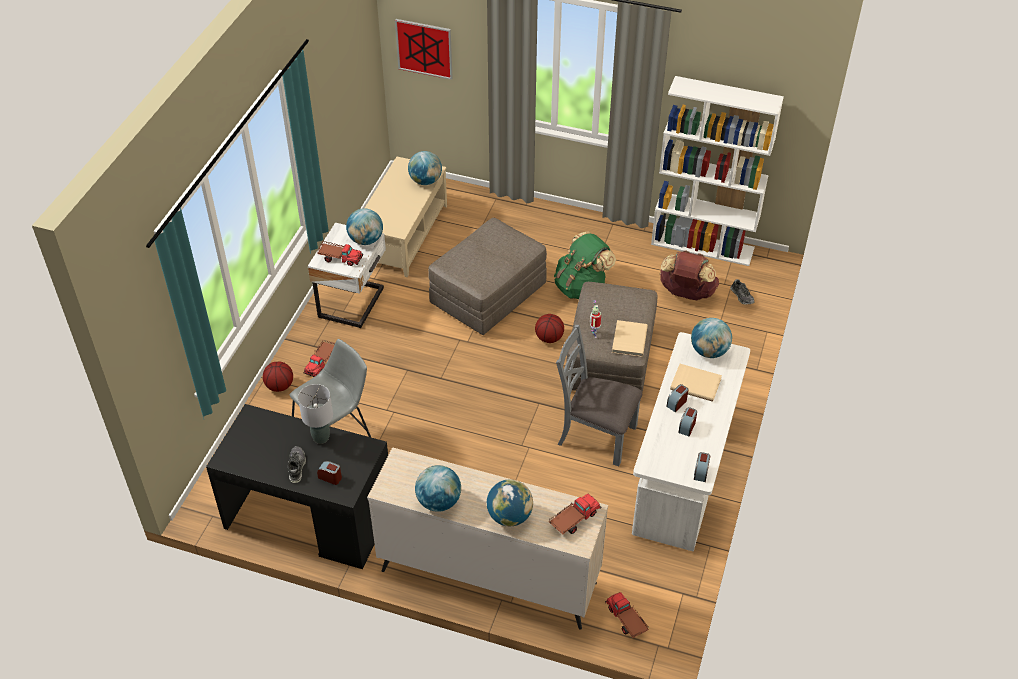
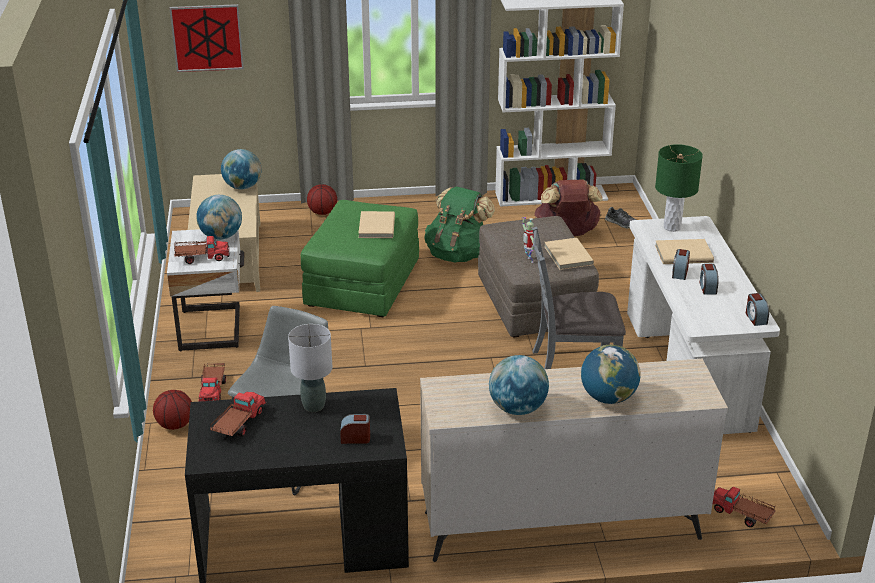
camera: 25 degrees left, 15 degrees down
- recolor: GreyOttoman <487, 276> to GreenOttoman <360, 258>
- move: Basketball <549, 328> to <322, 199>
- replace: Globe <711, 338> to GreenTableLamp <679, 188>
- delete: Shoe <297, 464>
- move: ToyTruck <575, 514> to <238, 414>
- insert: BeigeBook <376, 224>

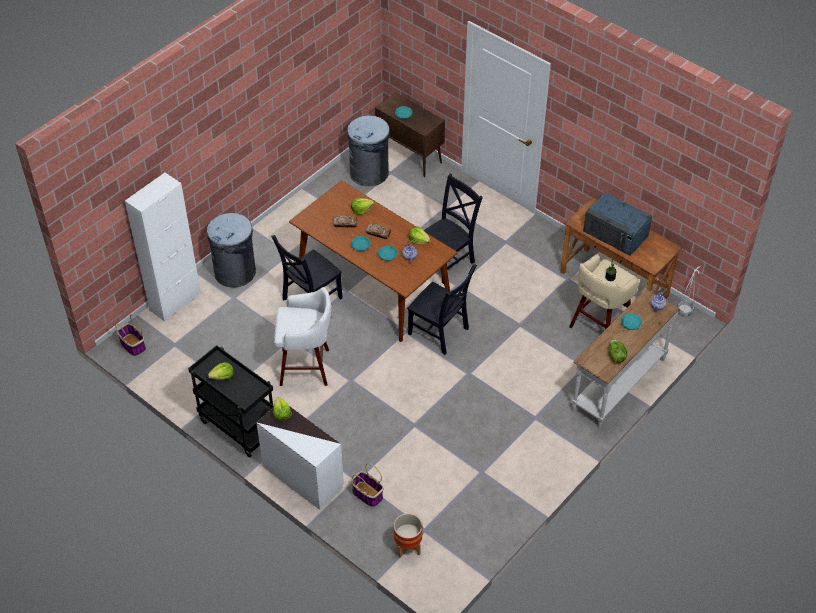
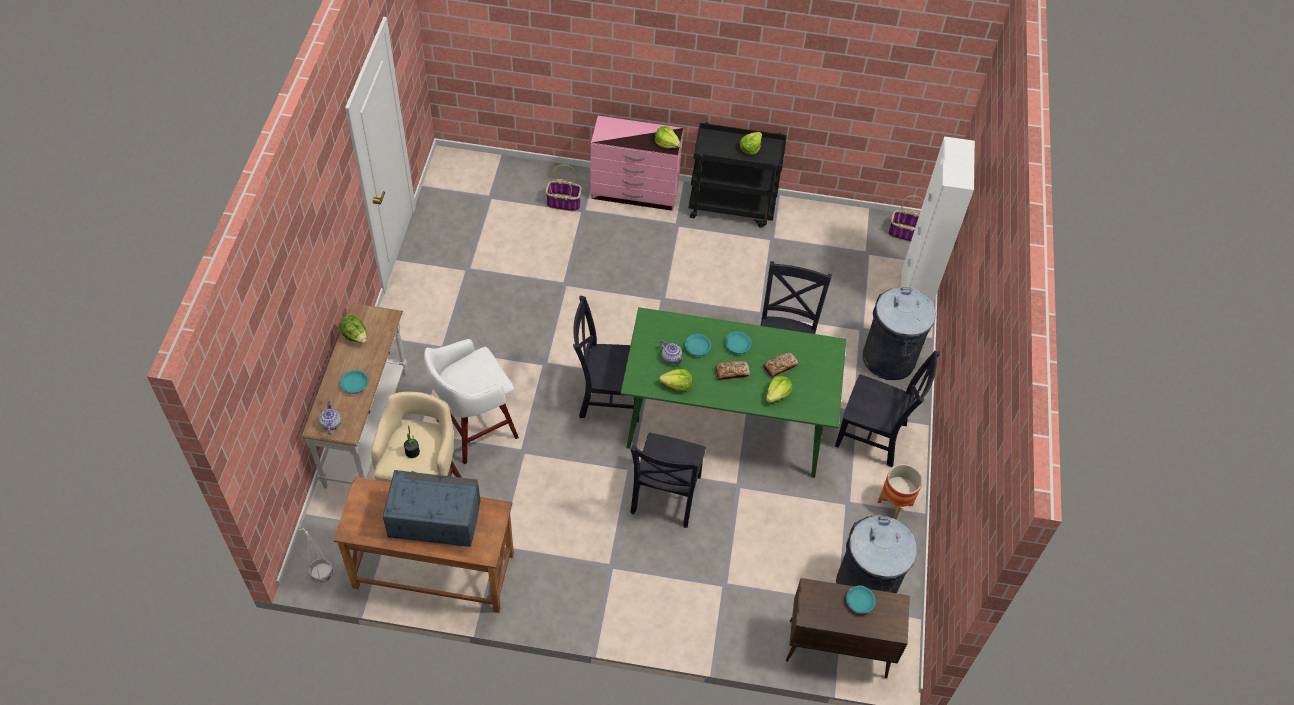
camera: 145 degrees right, 5 degrees up
- recolor: BrownDiningTable <373, 261> to GreenDiningTable <733, 392>
- move: WhiteStool <302, 336> to <471, 402>
- recolor: WhiteDresser <300, 458> to PinkDresser <637, 163>
- move: Planter <408, 535> to <900, 491>
- insert: BlackChair <887, 409>

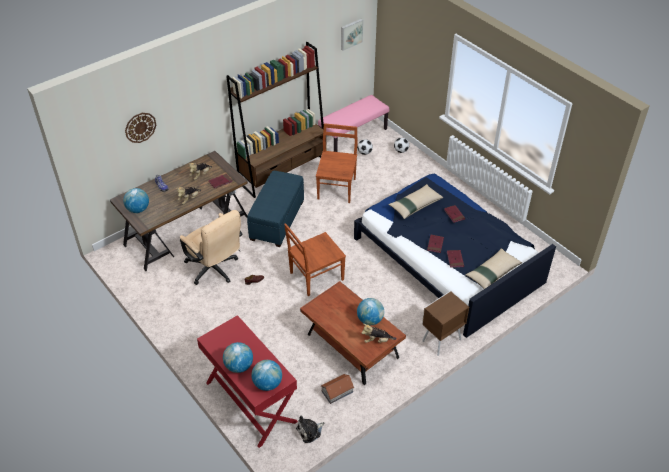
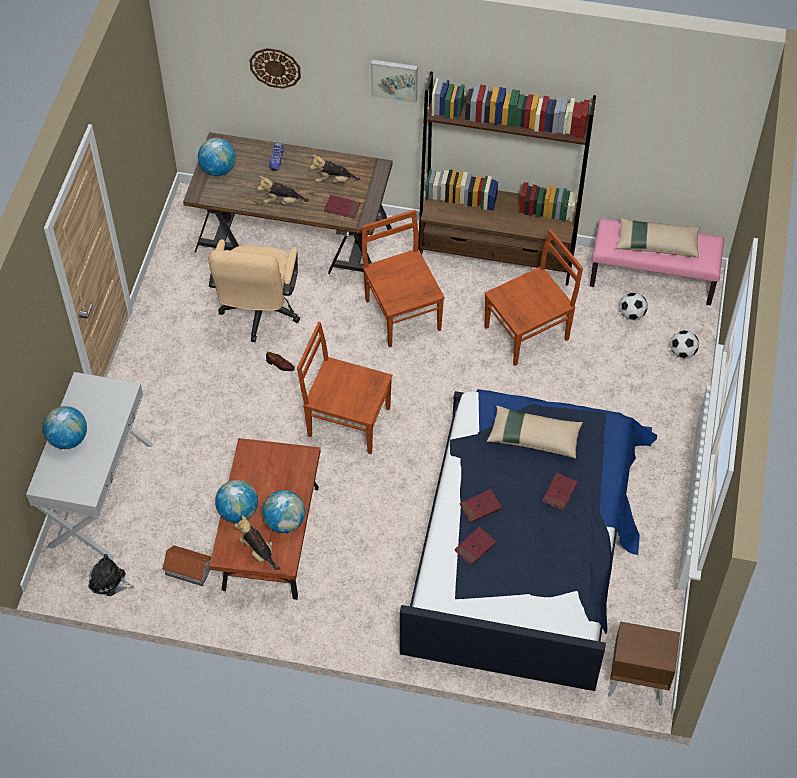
camera: 50 degrees right, 10 degrees up
- move: Picture <352, 35> to <394, 81>
- replace: BlueOttoman <275, 209> to BrownChair <403, 278>
- move: BeigePillow <493, 268> to <658, 238>
- move: BrownNightstand <445, 323> to <644, 663>
- recolor: RedConsoleTable <247, 381> to WhiteConsoleTable <89, 466>
- move: Globe <266, 375> to <236, 501>

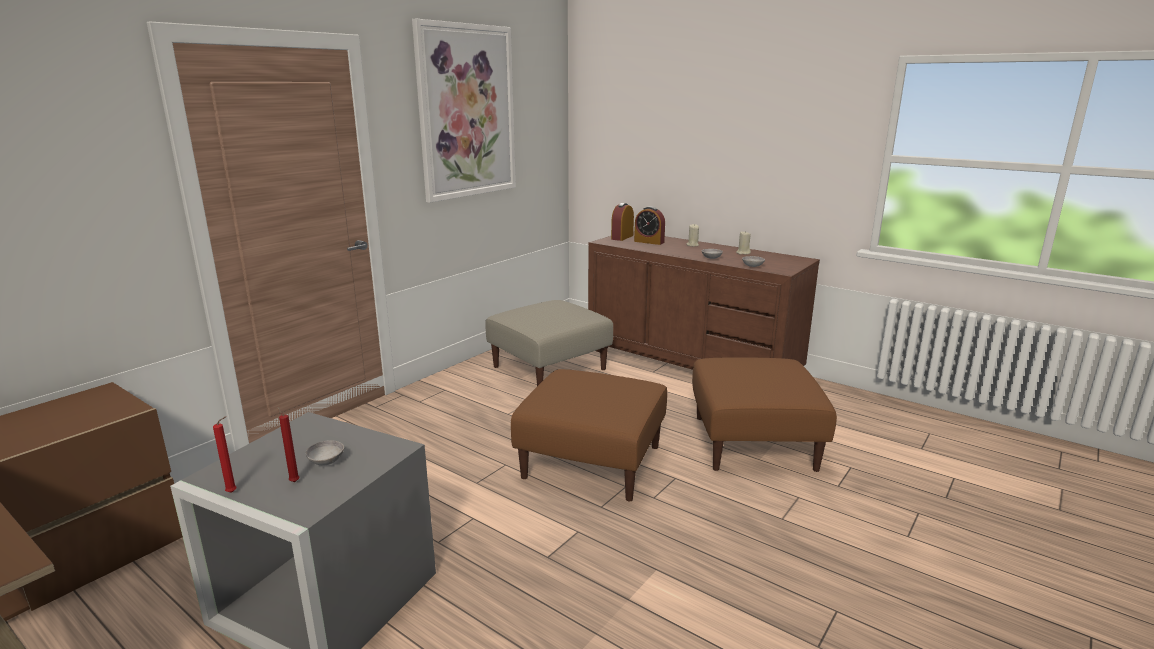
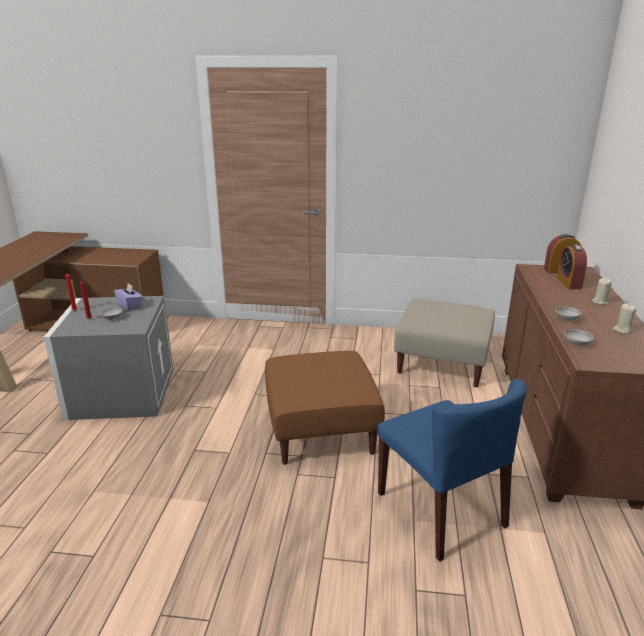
camera: 60 degrees right, 5 degrees up
- delete: Picture <464, 111>
- replace: BrownOttoman <764, 414> to BlueChair <452, 470>
- insert: PurpleTissueBox <128, 296>

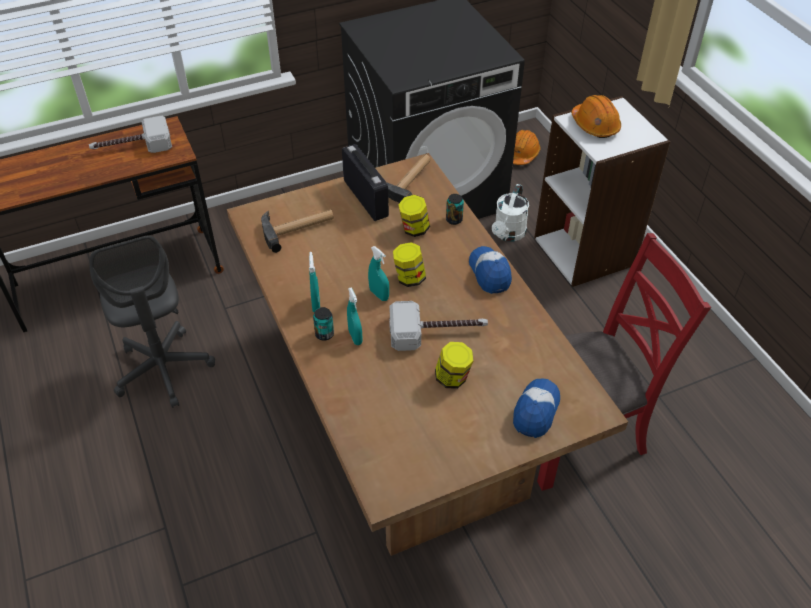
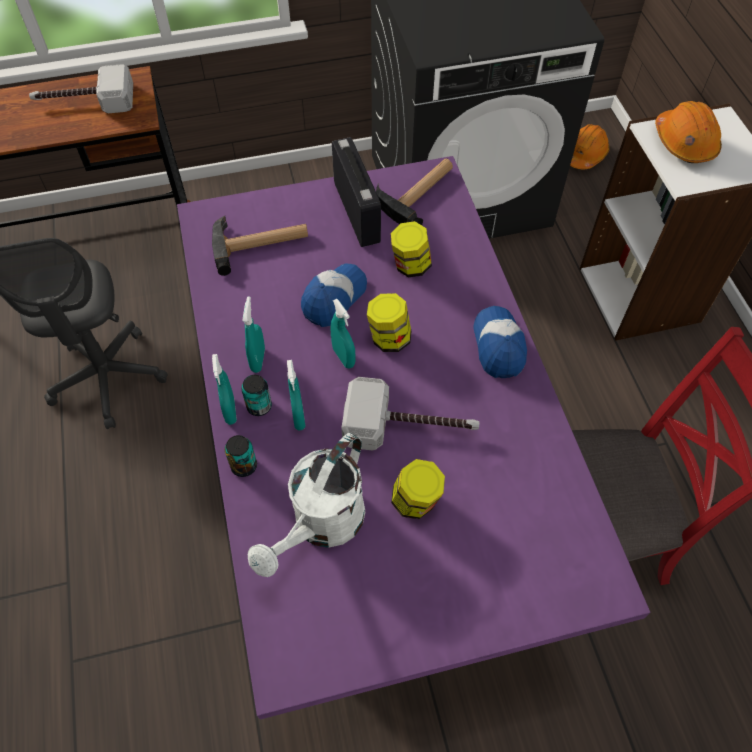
camera: 10 degrees right, 10 degrees up
- recolor: BrownDiningTable <427, 354> to PurpleDiningTable <413, 438>
- move: WhiteWateringCan <510, 212> to <306, 505>
- move: Can <455, 209> to <241, 456>
- move: Cap <536, 408> to <334, 295>
- insert: TurquoiseSprayBottle <224, 389>

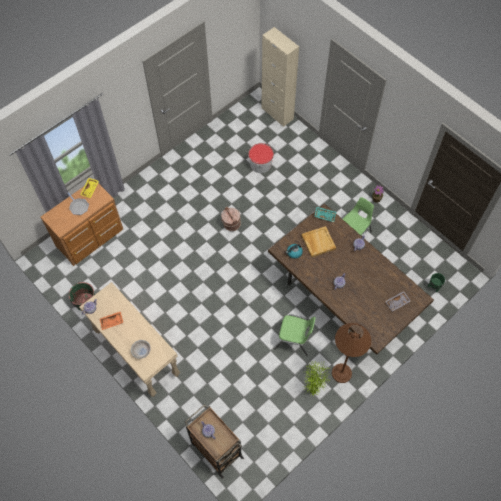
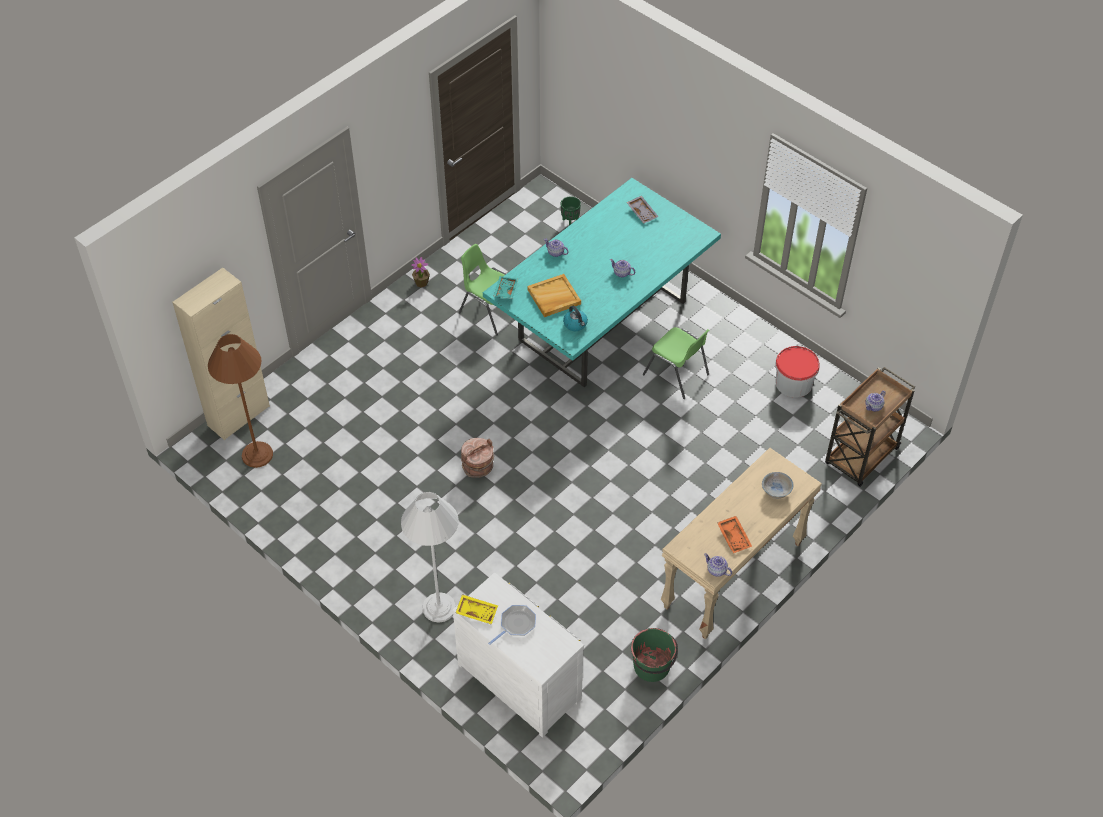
camera: 95 degrees left, 10 degrees down
- move: Bucket <261, 158> to <797, 372>
- recolor: BrownDresser <81, 222> to WhiteDresser <518, 655>
- recolor: BrownDiningTable <351, 279> to TurquoiseDiningTable <602, 282>
- rotate: GreenChair <295, 335> = <676, 363> 120 degrees clockwise
- move: BrownFloorLamp <351, 353> to <240, 401>
- delete: PottedPlant <317, 378>
- insert: WhiteFloorLamp <430, 557>

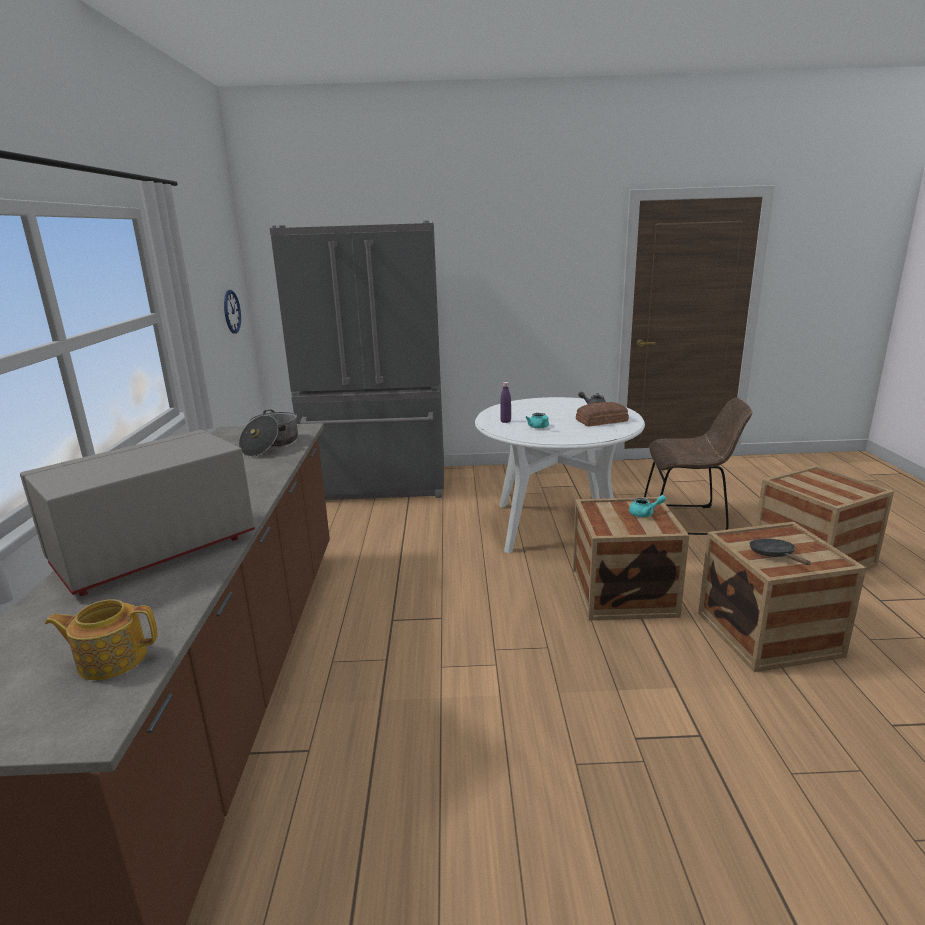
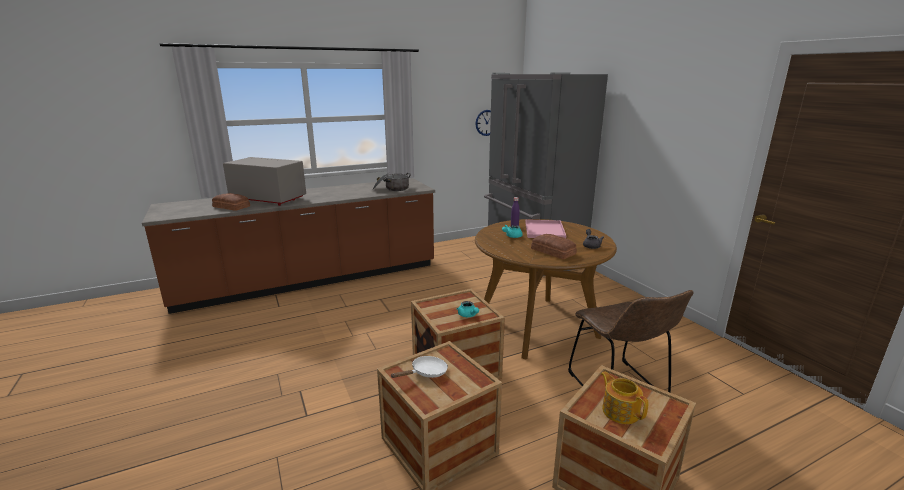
camera: 65 degrees right, 0 degrees up
- recolor: WhiteDiningTable <560, 475> to BrownDiningTable <546, 289>
- recolor: BlackFryingPan <780, 552> to WhiteFryingPan <419, 367>
- move: Teapot <101, 639> to <625, 398>
- insert: Bread <231, 202>
- insert: PinkTray <545, 228>

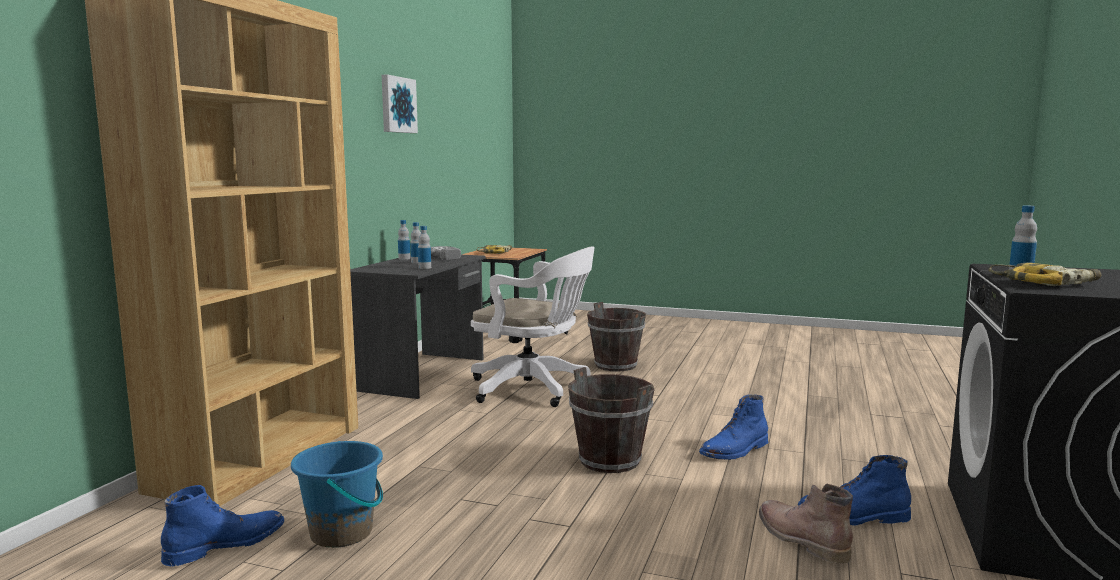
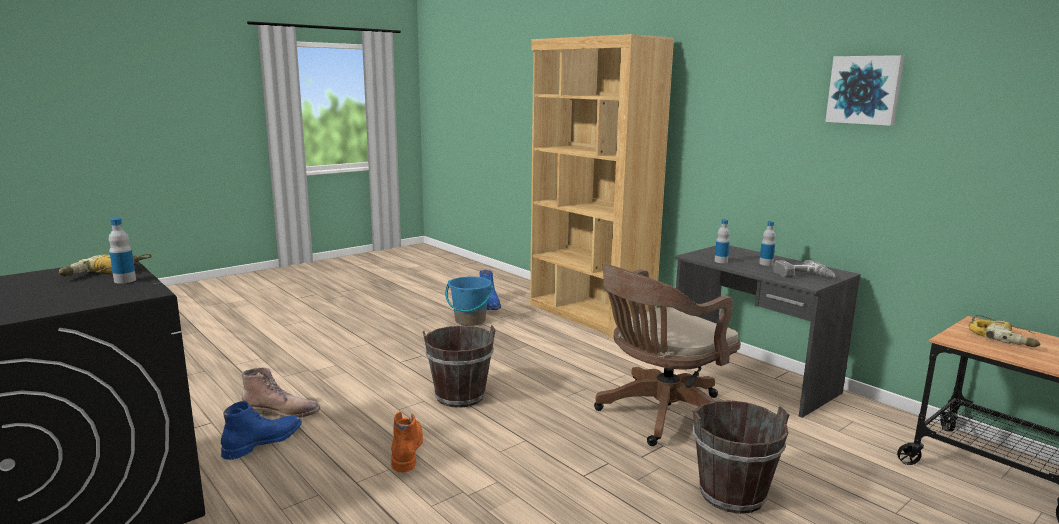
camera: 120 degrees right, 5 degrees up
- delete: Bottle <404, 240>
- recolor: WhiteOfficeChair <533, 327> to BrownOfficeChair <667, 355>
- recolor: BlueBoot <733, 427> to OrangeBoot <407, 441>

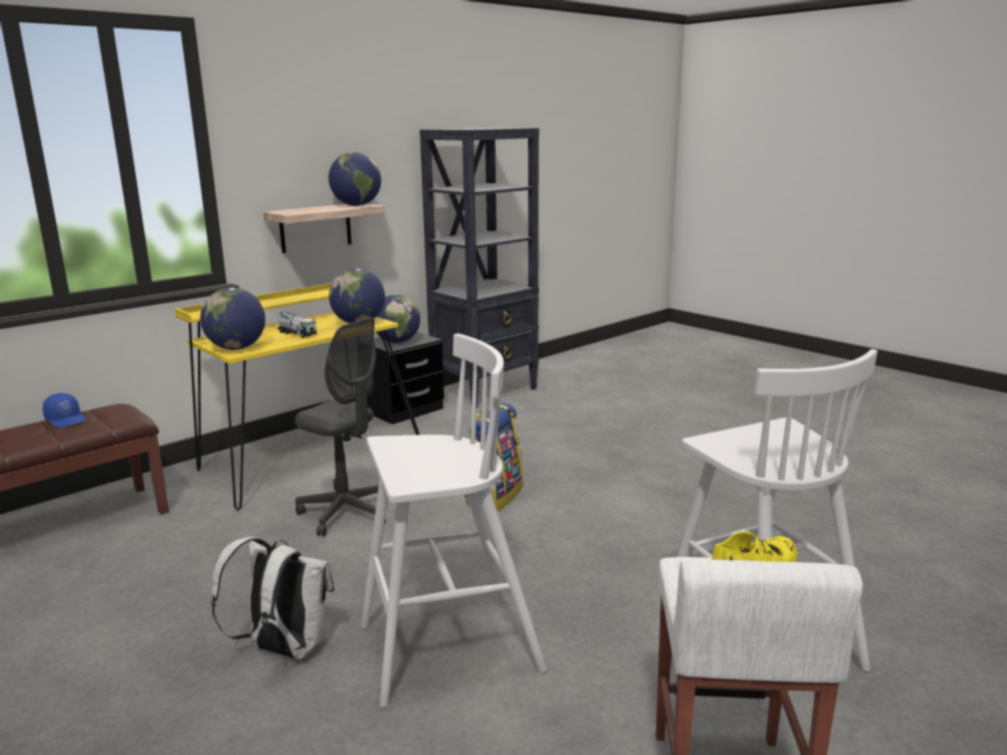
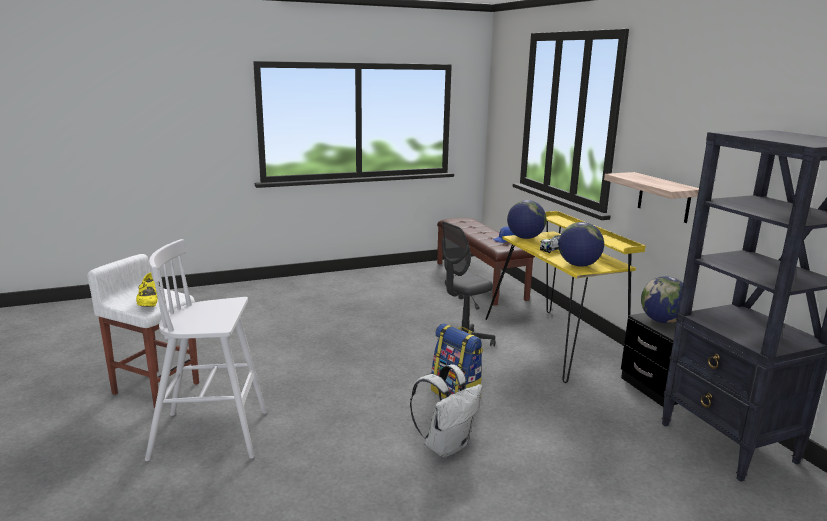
camera: 110 degrees right, 0 degrees up
- delete: Globe <355, 179>
- delete: WhiteStool <454, 520>
- move: WhiteBackpack <272, 598> to <446, 411>

